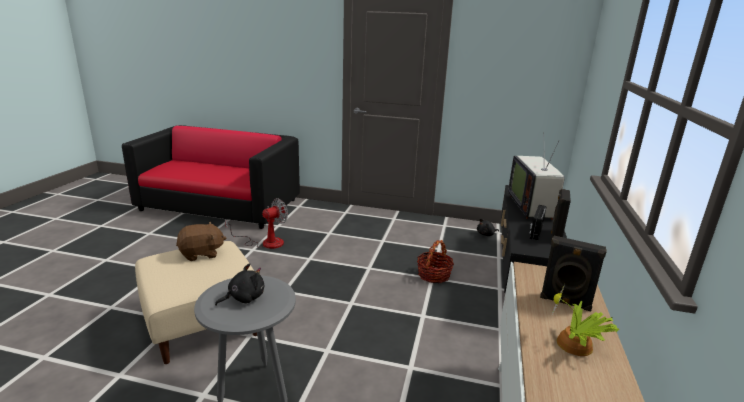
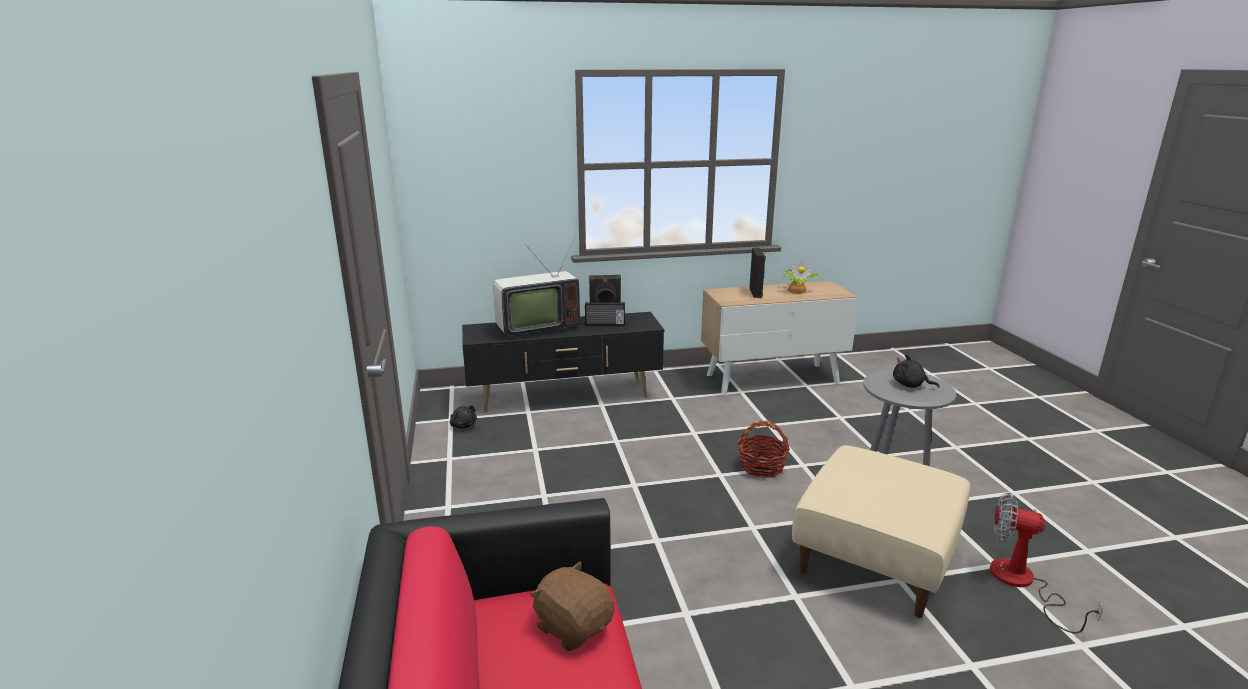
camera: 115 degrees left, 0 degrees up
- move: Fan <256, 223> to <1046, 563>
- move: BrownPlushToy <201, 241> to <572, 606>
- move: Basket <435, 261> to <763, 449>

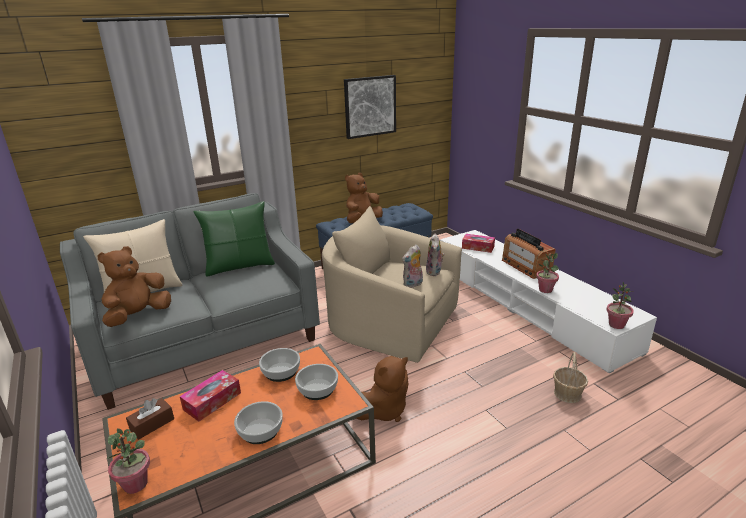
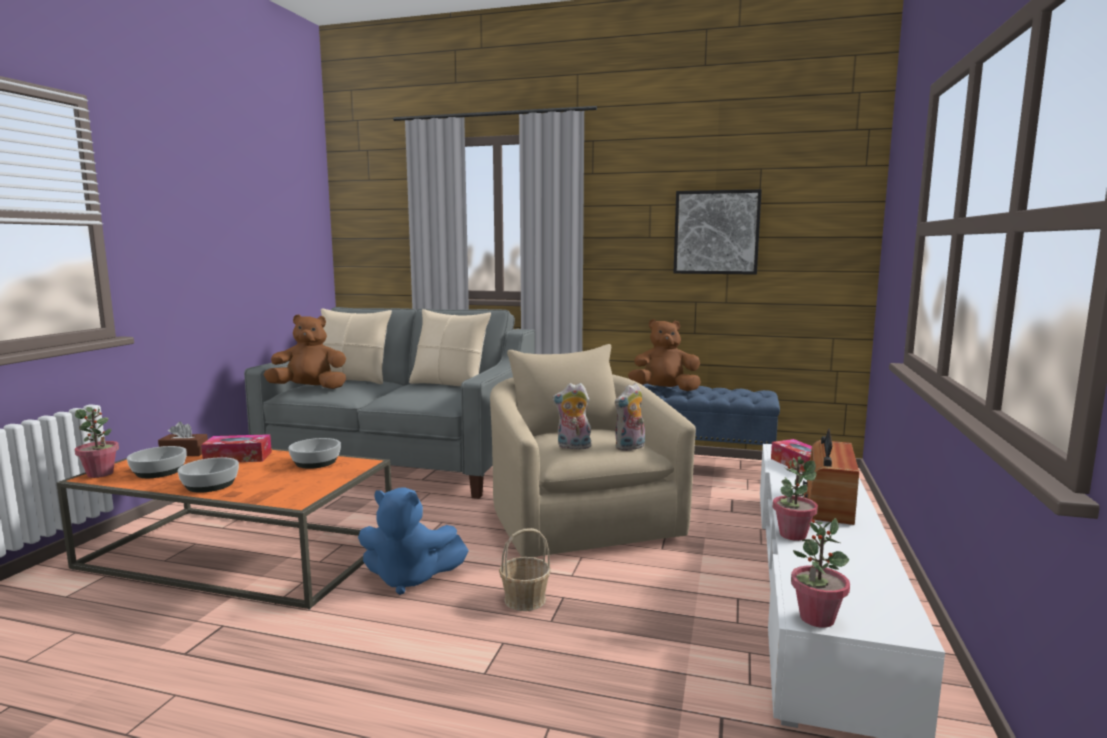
camera: 45 degrees right, 15 degrees down
- recolor: GreenPillow <234, 239> to BeigePillow <450, 347>
- move: Basket <570, 377> to <525, 569>
- recolor: BrownPlushToy <382, 389> to BluePlushToy <413, 541>
- move: Bowl <316, 382> to <156, 462>

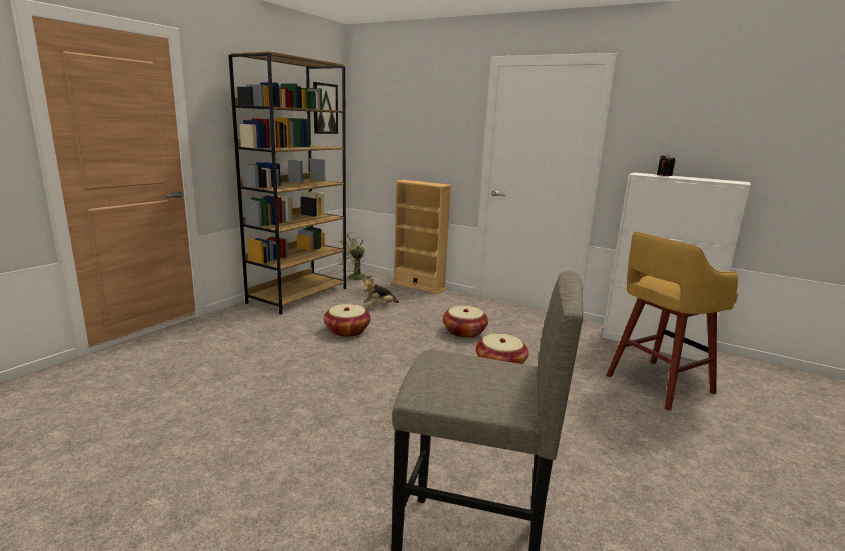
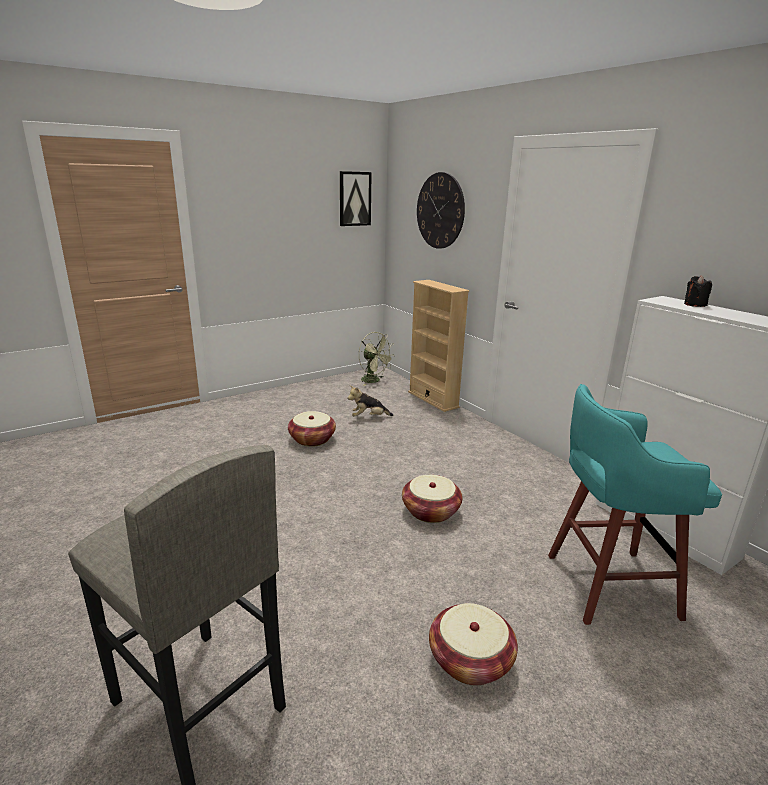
camera: 25 degrees right, 5 degrees up
- delete: BrownBookcase <287, 183>
- recolor: YellowStool <672, 321> to TurquoiseStool <635, 504>
- rotate: GreenFan <353, 257> = <377, 359> 120 degrees counterclockwise
- move: Basket <465, 322> to <473, 644>
- insert: WallClock <441, 210>

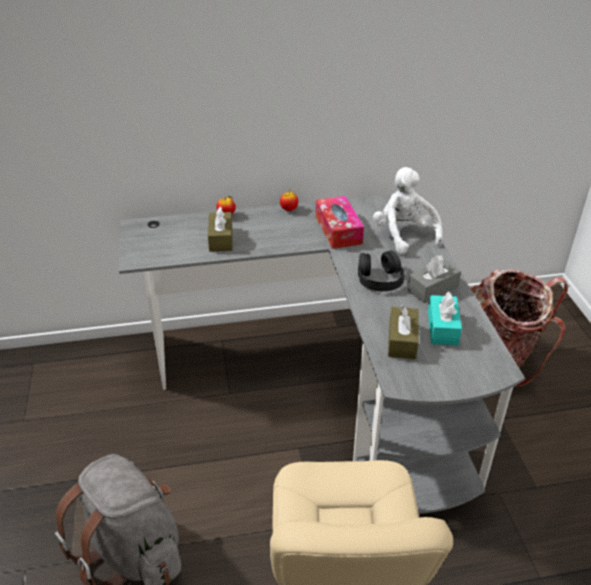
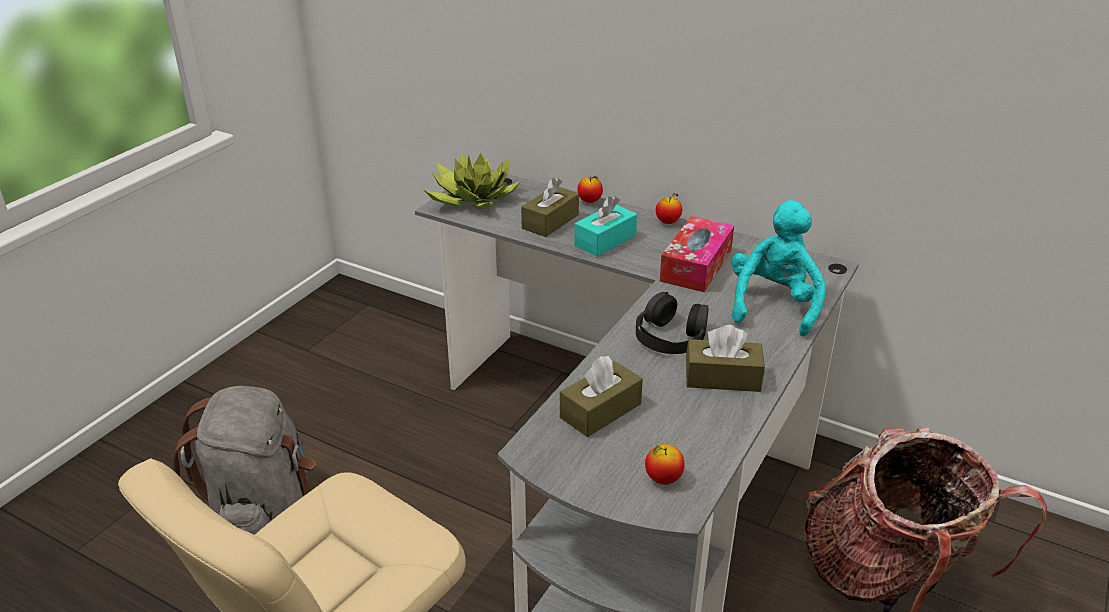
camera: 40 degrees right, 5 degrees down
- recolor: WhitePlushToy <408, 210> to TurquoisePlushToy <779, 268>
- recolor: GreyTissueBox <434, 279> to BrownTissueBox <725, 358>
- move: TurquoiseTissueBox <445, 318> to <605, 226>
- insert: PottedPlant <473, 180>
- insert: Apple <665, 464>

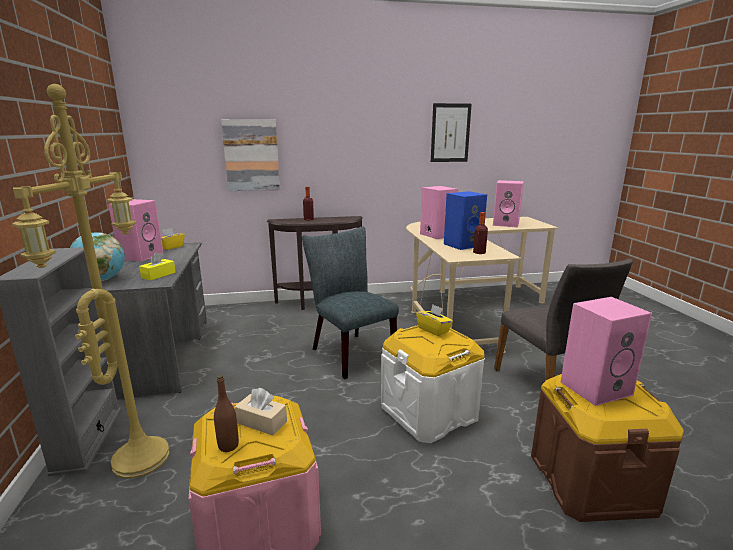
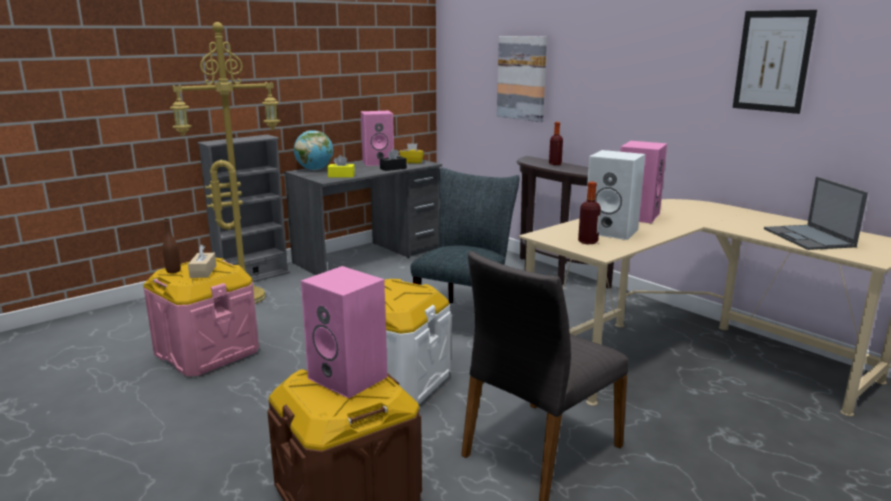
camera: 60 degrees right, 0 degrees up
- replace: PinkSpeaker <508, 204> to Laptop <816, 213>
- recolor: BlueSpeaker <465, 220> to WhiteSpeaker <615, 195>
- delete: YellowTissueBox <434, 320>
- insert: BlackTissueBox <393, 160>

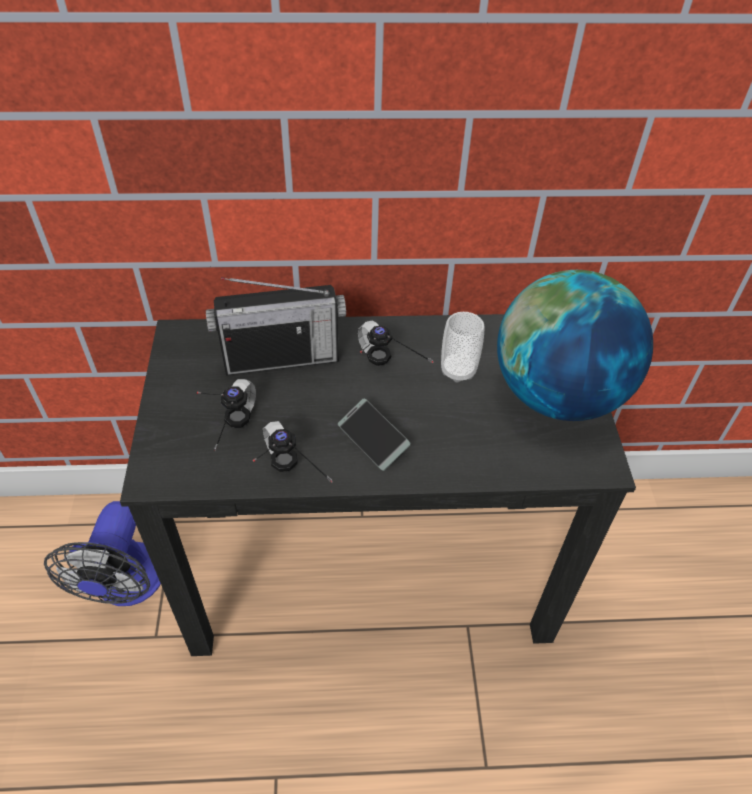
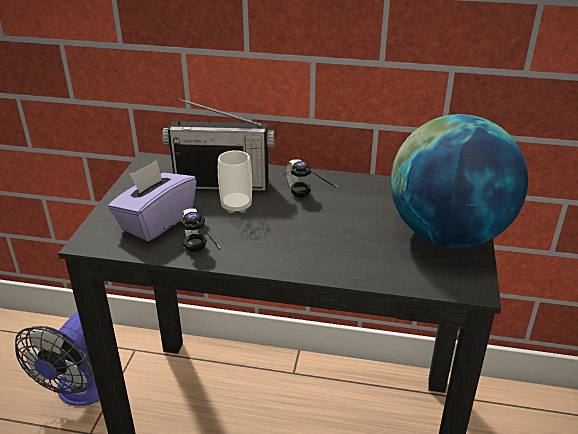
camera: 15 degrees right, 15 degrees down
- move: Cup <463, 347> to <235, 181>
- replace: Headphones <226, 415> to PurpleTissueBox <152, 201>
- delete: Phone <374, 435>

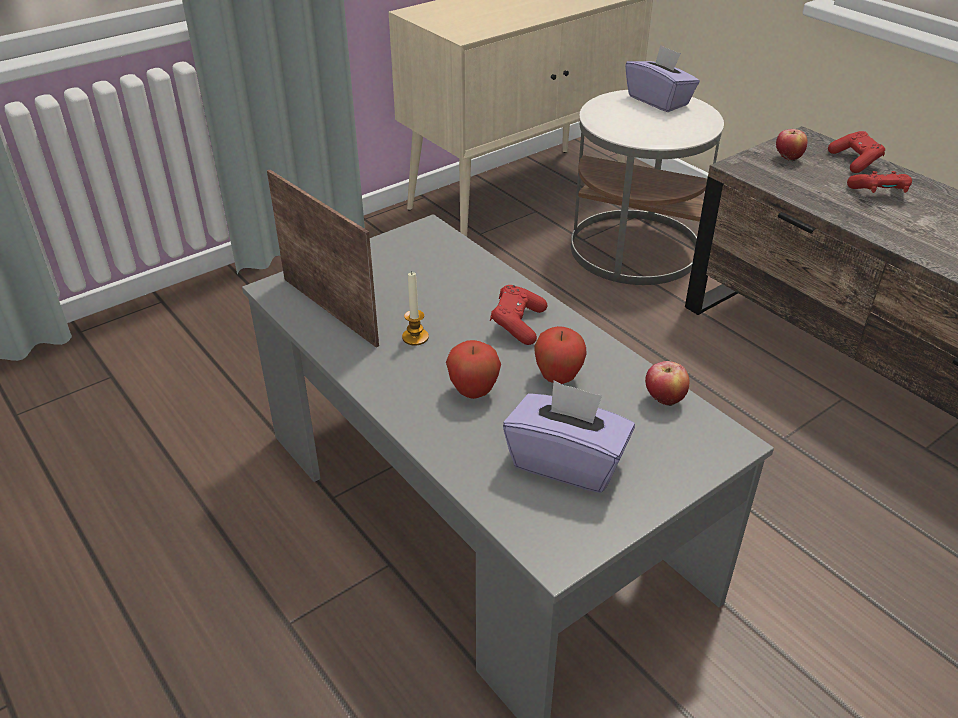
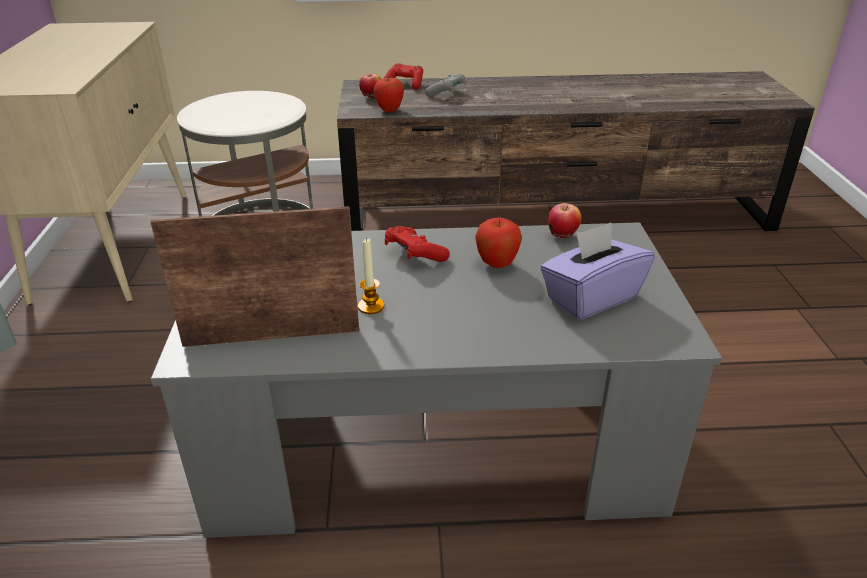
camera: 55 degrees left, 5 degrees down
- delete: PurpleTissueBox <662, 78>
- recolor: RedGameController <879, 182> to GreyGameController <445, 85>
- move: Apple <473, 369> to <388, 95>

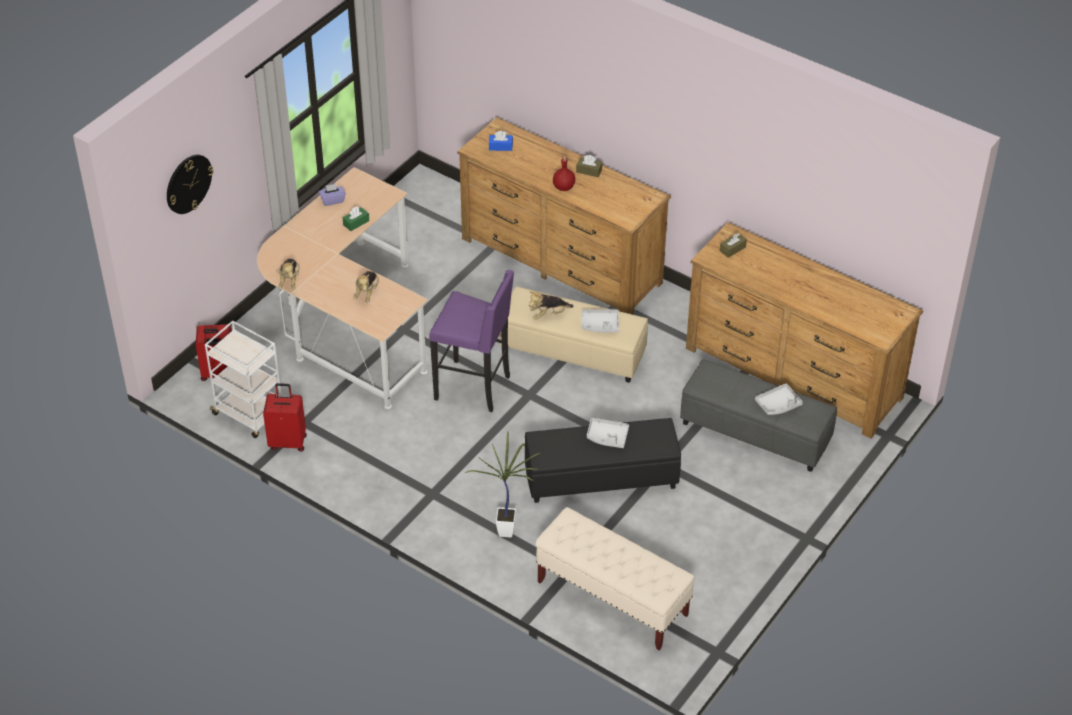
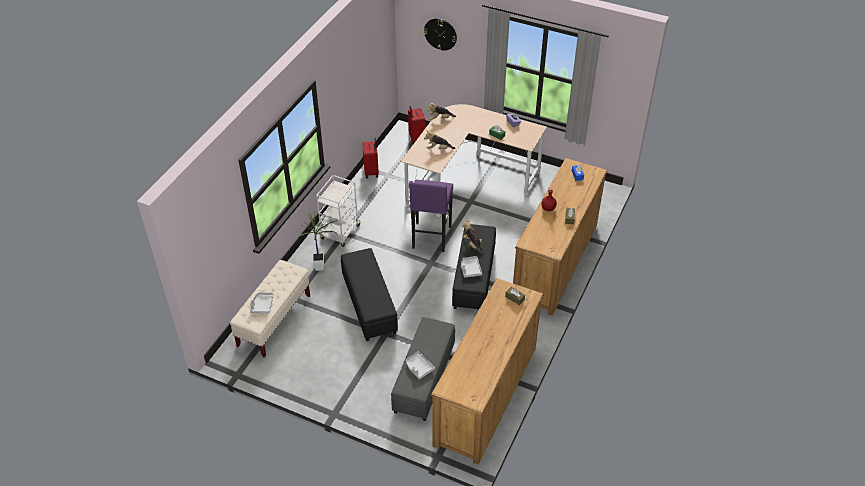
camera: 80 degrees right, 0 degrees up
- recolor: BeigeOttoman <573, 334> to BlackOttoman <474, 266>
- move: WhiteCart <243, 379> to <338, 211>
- move: GreyTray <608, 433> to <262, 303>

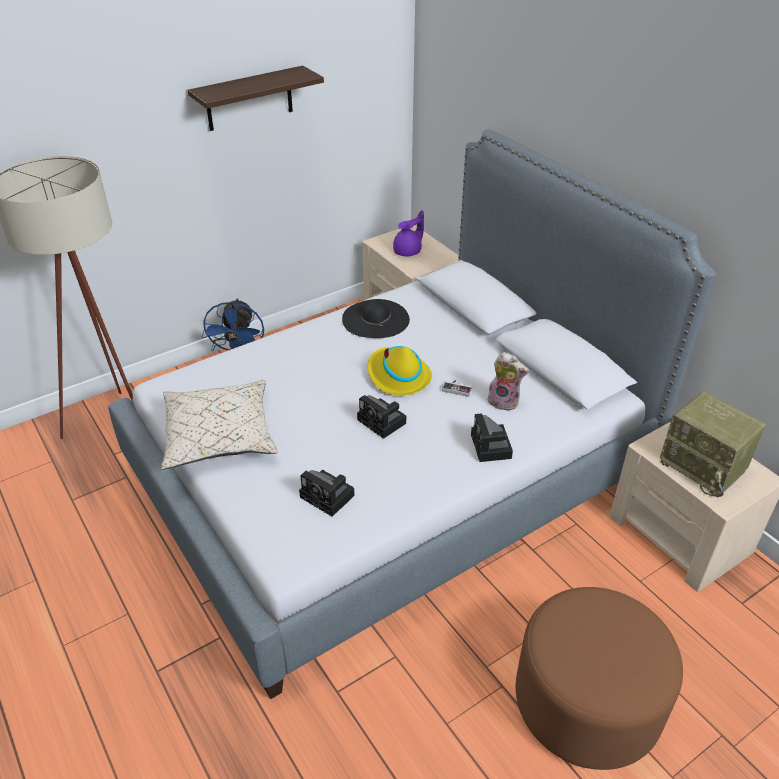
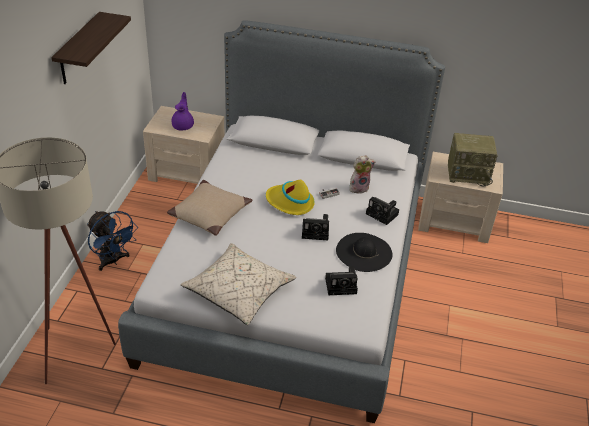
camera: 45 degrees left, 0 degrees up
- move: BlackHat <376, 318> to <364, 252>
- delete: BrownOttoman <599, 678>
- insert: BeigePillow <209, 208>

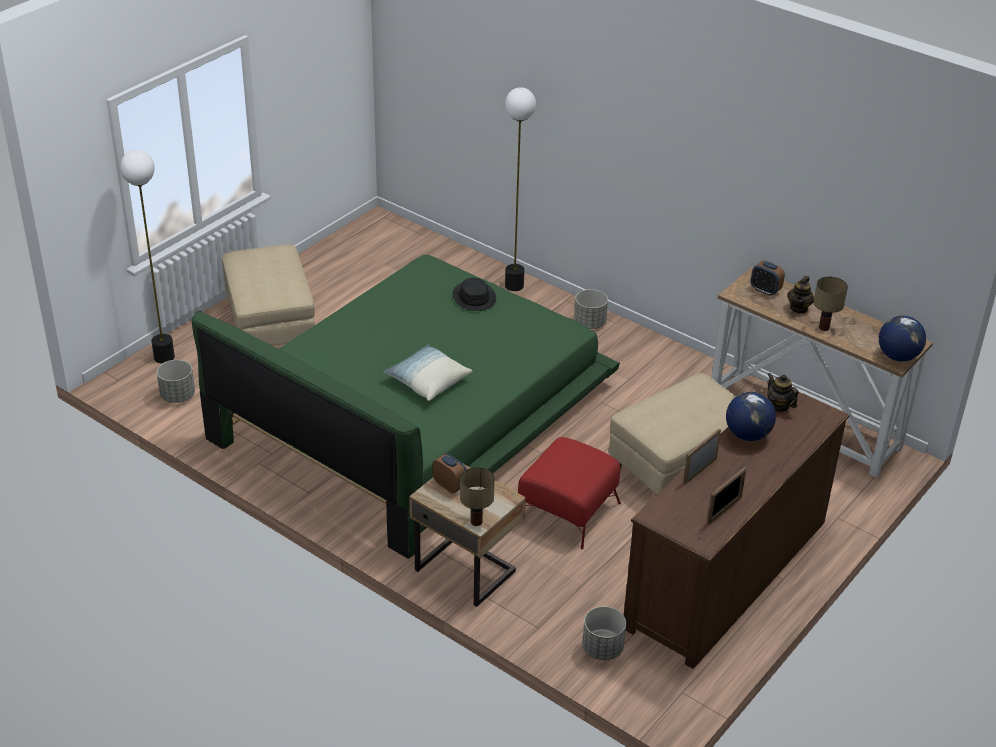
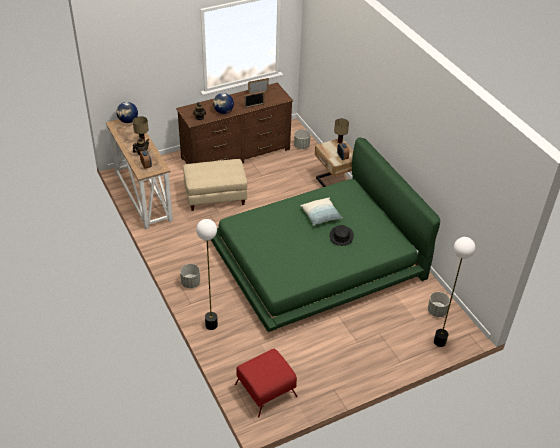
camera: 155 degrees left, 5 degrees up
- delete: BeigeOttoman <268, 295>
- move: BlackHat <474, 294> to <342, 235>
- move: RedOttoman <569, 493> to <266, 383>

